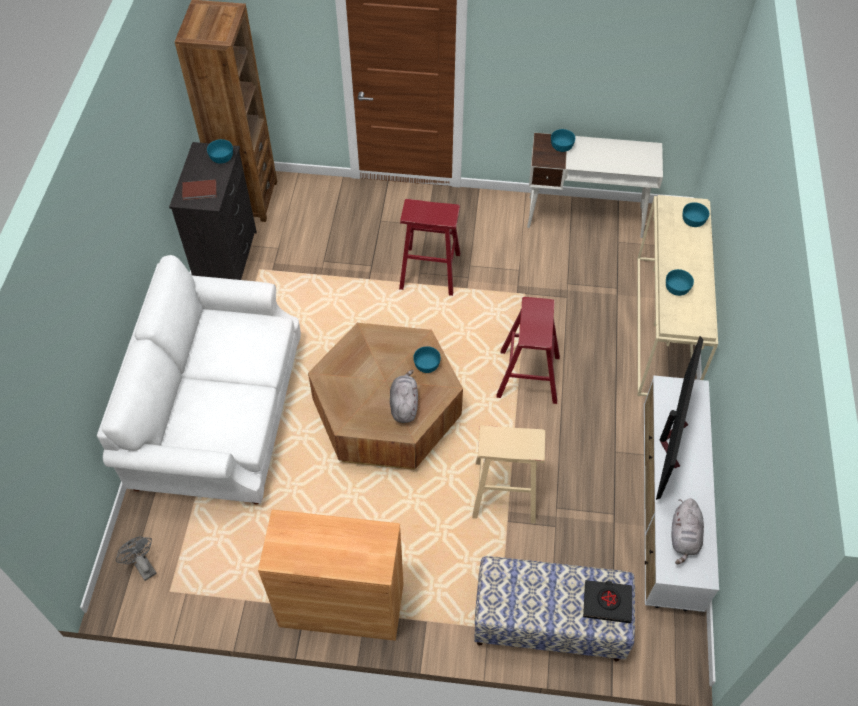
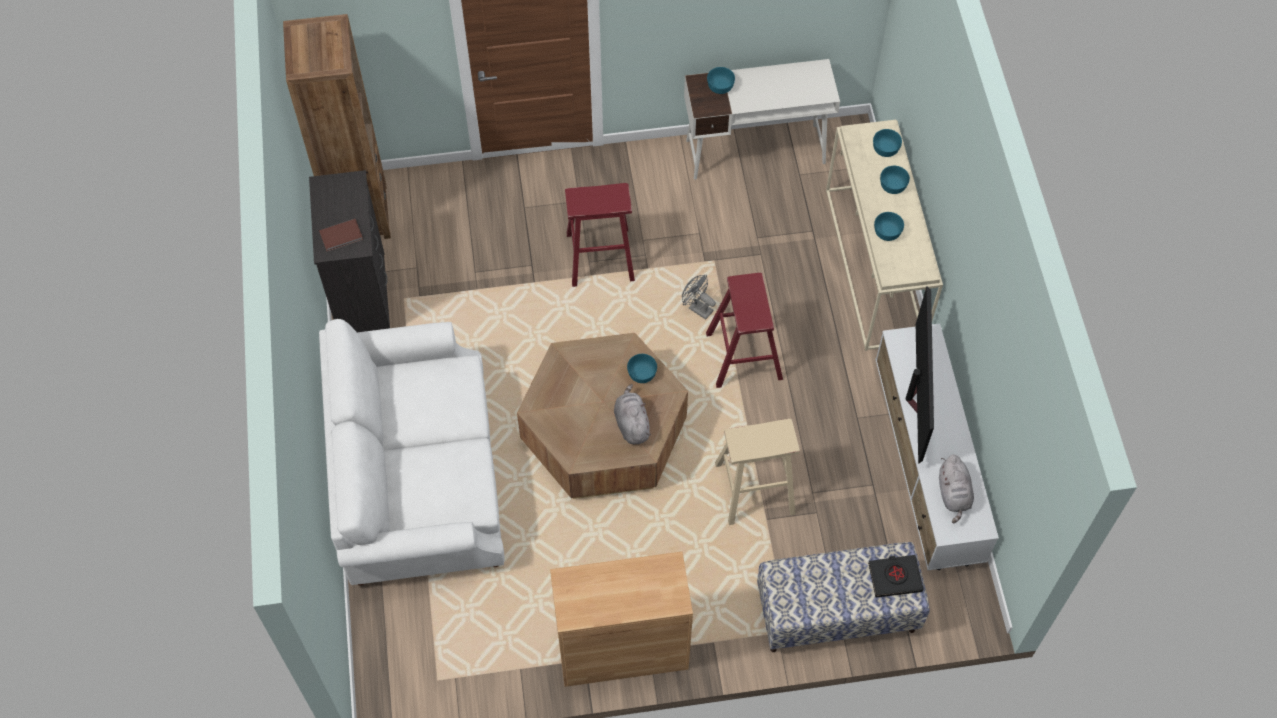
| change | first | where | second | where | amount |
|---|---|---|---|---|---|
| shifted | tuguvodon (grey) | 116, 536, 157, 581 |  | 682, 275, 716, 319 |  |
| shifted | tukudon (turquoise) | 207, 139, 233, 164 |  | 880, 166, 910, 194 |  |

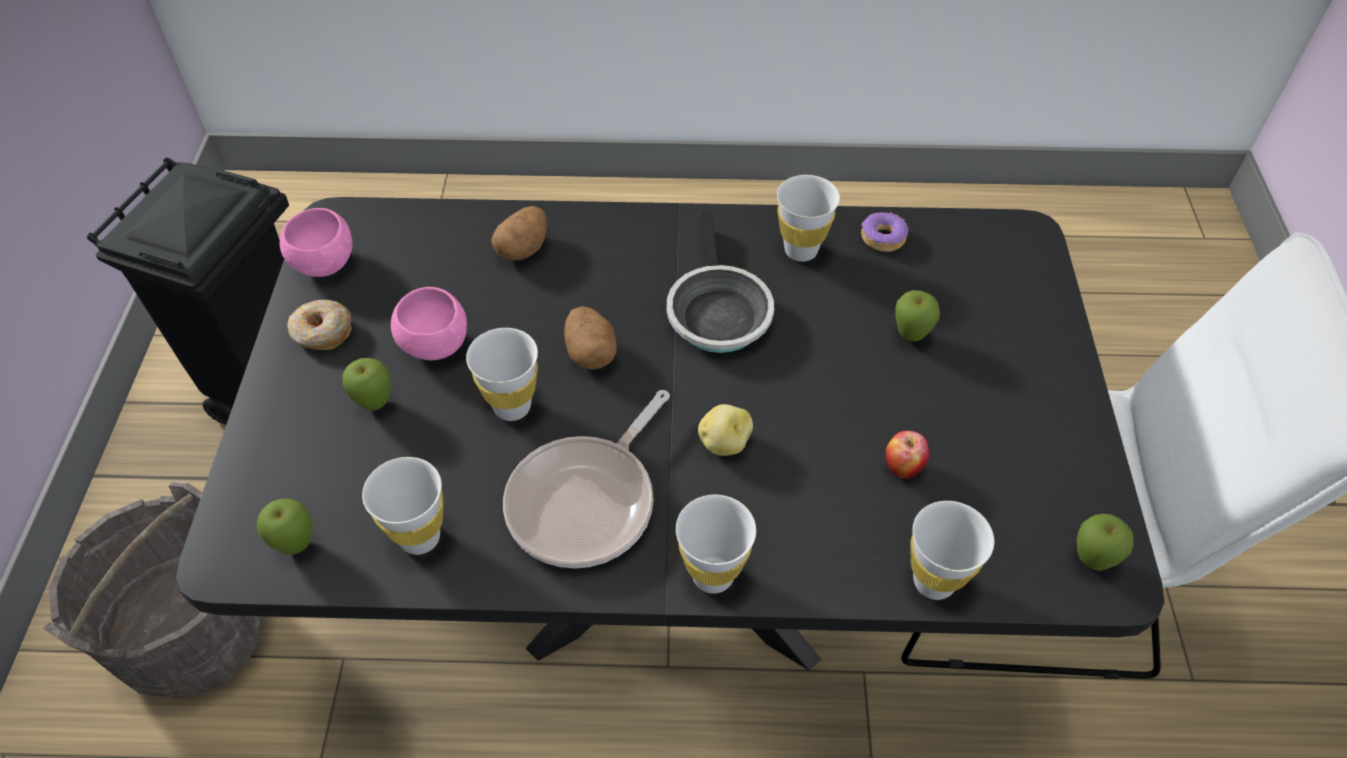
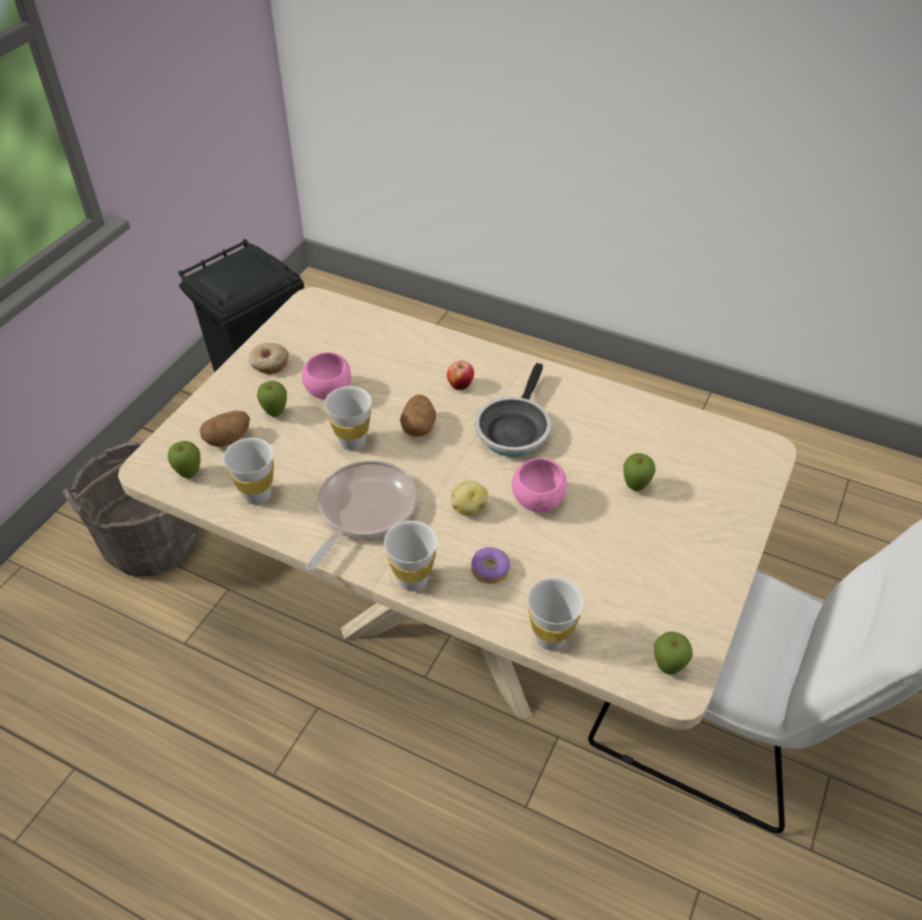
| change | first | where | second | where | amount |
|---|---|---|---|---|---|
| repainted | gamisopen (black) | 176, 197, 1164, 670 | gamisopen (beige) | 118, 287, 797, 730 |  |
| shifted | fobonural | 491, 206, 547, 260 |  | 200, 411, 250, 447 |  |
| rotated | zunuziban | 503, 390, 670, 568 |  | 305, 460, 418, 571 | 150 degrees clockwise |
| shifted | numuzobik | 885, 431, 929, 479 |  | 447, 361, 474, 390 |  |
| shifted | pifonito | 861, 212, 908, 252 |  | 471, 547, 510, 584 |  |
| shifted | tukudon (pink) | 280, 208, 352, 277 |  | 512, 458, 567, 512 |  |
| gone | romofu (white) | 777, 175, 840, 262 |  |  |  |

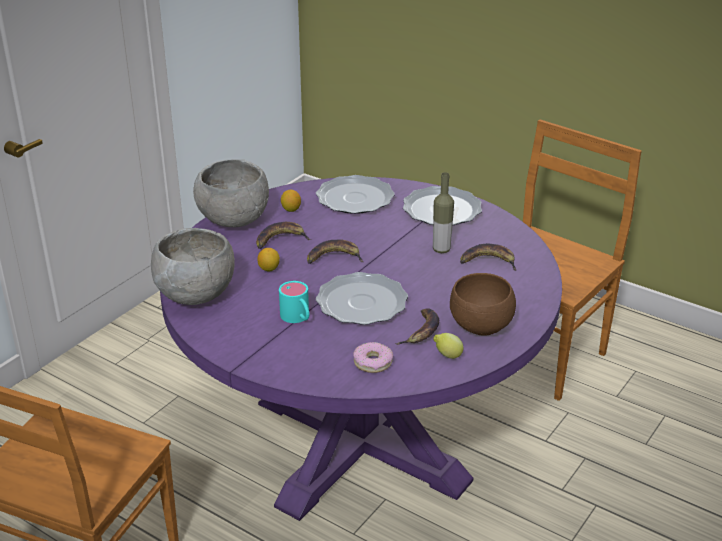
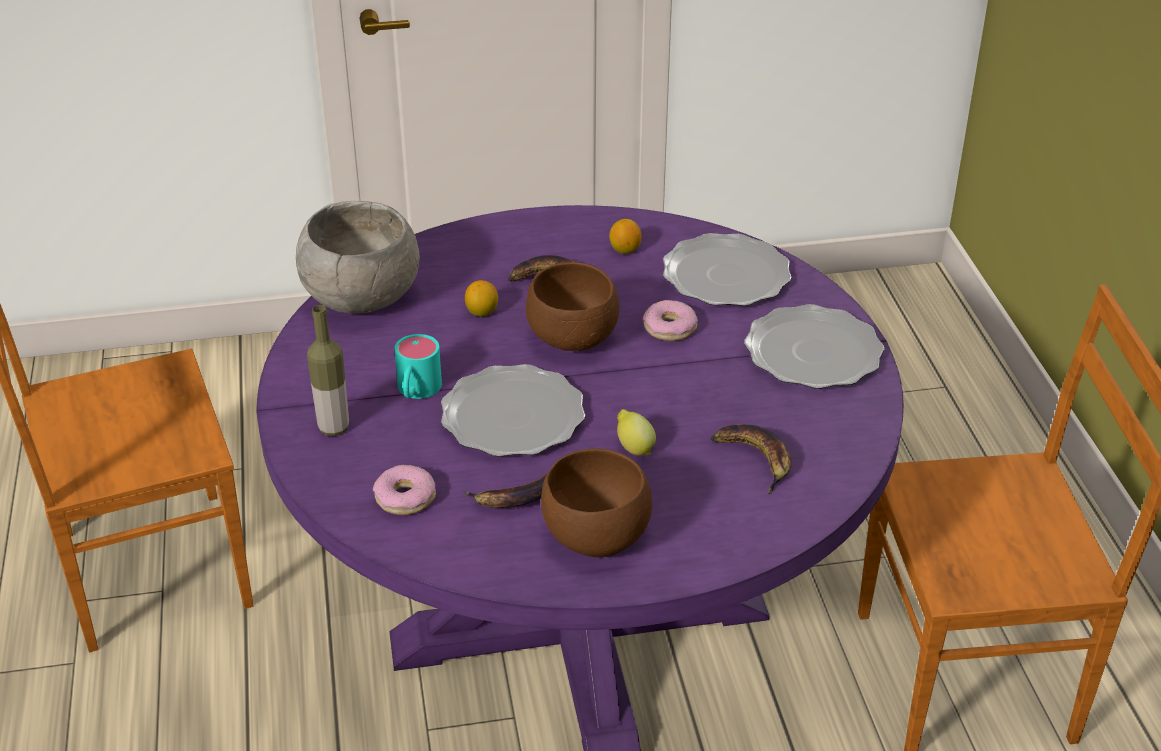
| change | first | where | second | where | amount |
|---|---|---|---|---|---|
| shifted | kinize | 433, 172, 454, 253 |  | 307, 305, 349, 436 |  |
| swapped | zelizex | 307, 240, 363, 264 | tukudon (brown) | 526, 262, 619, 351 |  |
| shifted | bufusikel | 433, 333, 463, 359 |  | 617, 409, 656, 456 |  |
| new |  |  | pifonito | 643, 300, 698, 341 |  |
| gone | tukudon (grey) | 193, 159, 269, 227 |  |  |  |

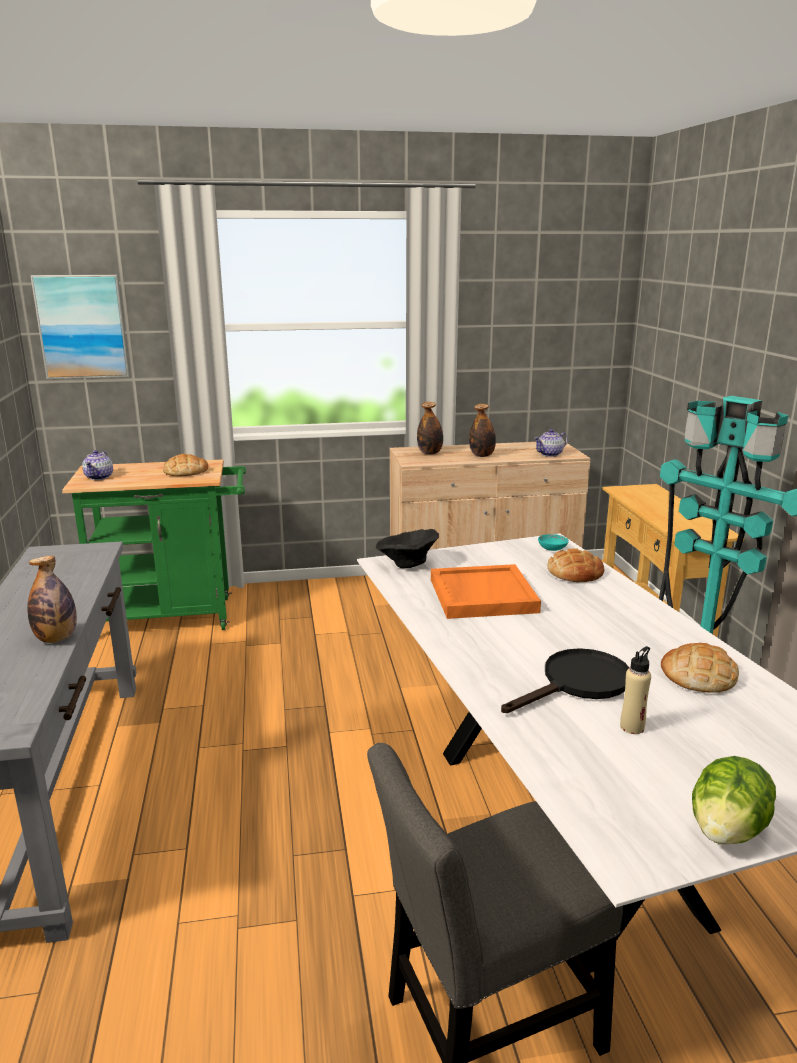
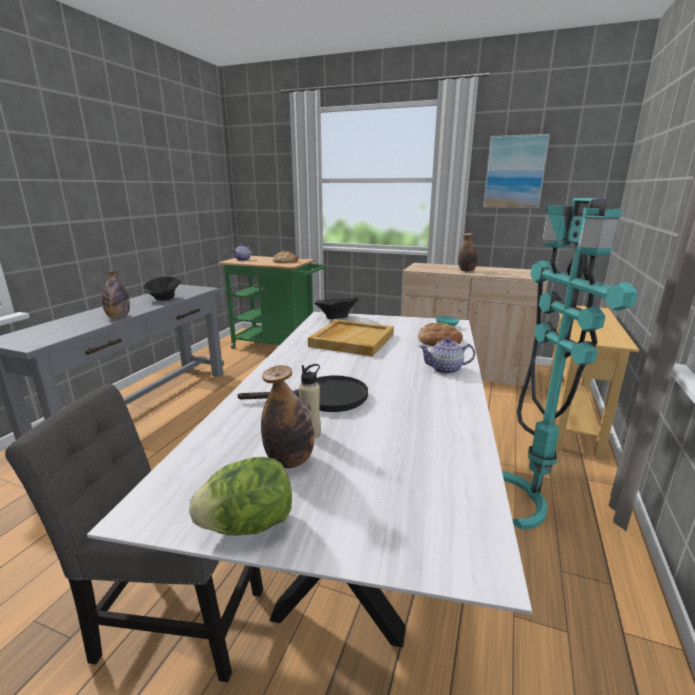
| change | first | where | second | where | amount |
|---|---|---|---|---|---|
| new |  |  | tukudon (black) | 143, 276, 181, 301 |  |
| shifted | kinize | 417, 402, 443, 455 |  | 261, 365, 314, 468 |  |
| repainted | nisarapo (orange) | 431, 564, 541, 619 | nisarapo (beige) | 308, 320, 394, 357 |  |
| shifted | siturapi | 534, 429, 568, 457 |  | 419, 338, 475, 374 |  |
| shifted | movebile | 30, 275, 130, 379 |  | 483, 134, 550, 208 |  |
| gone | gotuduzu | 661, 643, 739, 693 |  |  |  |

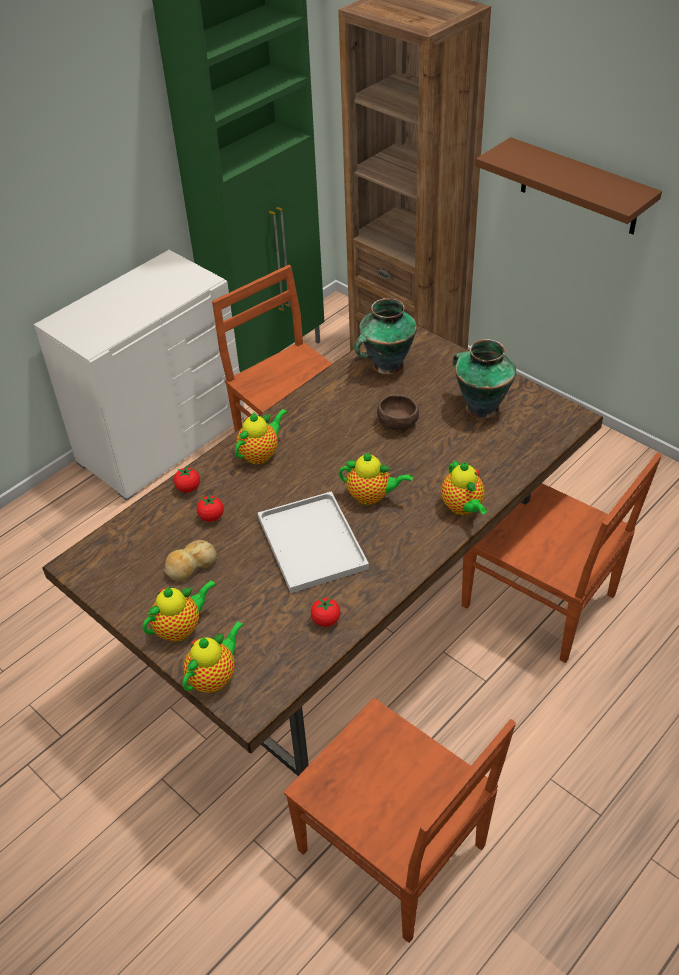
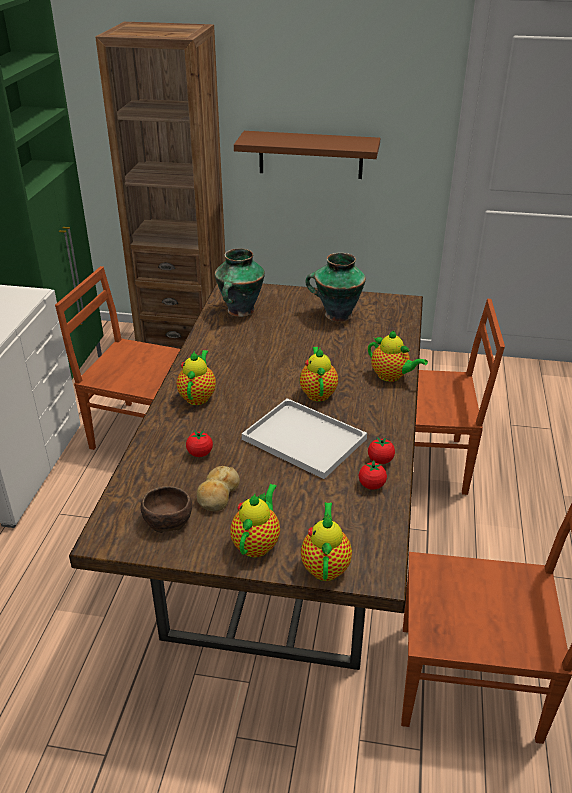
| change | first | where | second | where | amount |
|---|---|---|---|---|---|
| shifted | tukudon (brown) | 377, 394, 419, 433 |  | 141, 486, 192, 533 |  |
| rotated | siturapi | 338, 452, 413, 505 |  | 300, 347, 338, 402 | 75 degrees counterclockwise |
| shifted | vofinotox | 174, 466, 200, 493 |  | 368, 437, 395, 464 |  |

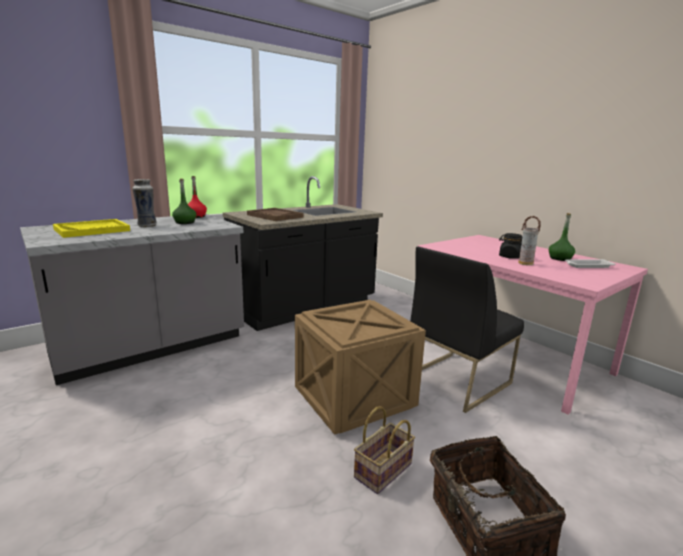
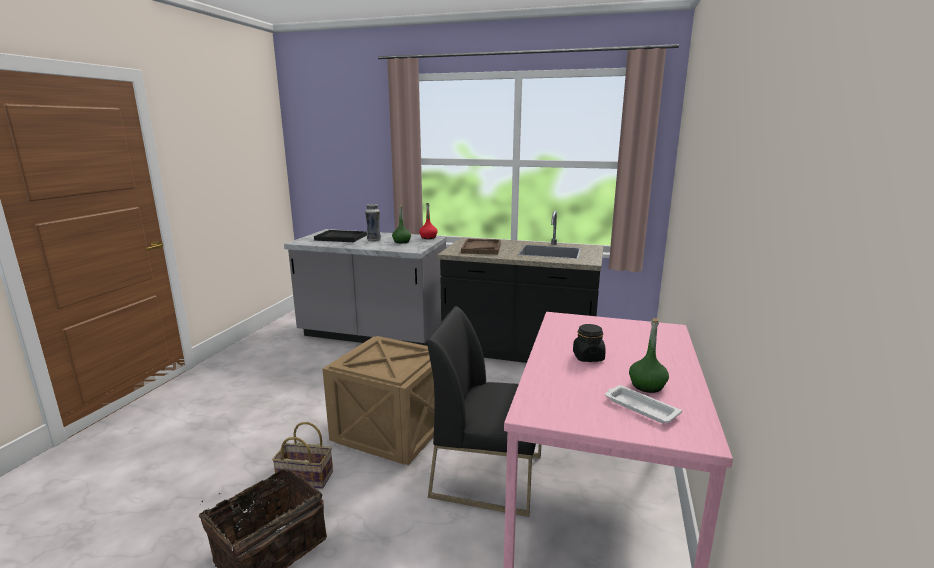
| change | first | where | second | where | amount |
|---|---|---|---|---|---|
| repainted | nisarapo (yellow) | 53, 219, 130, 238 | nisarapo (black) | 314, 230, 367, 242 |  |
| gone | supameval | 518, 216, 541, 265 |  |  |  |

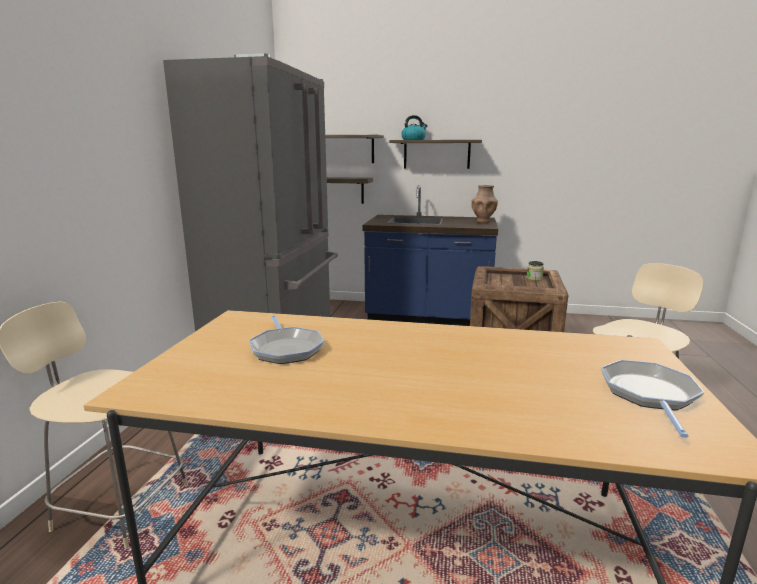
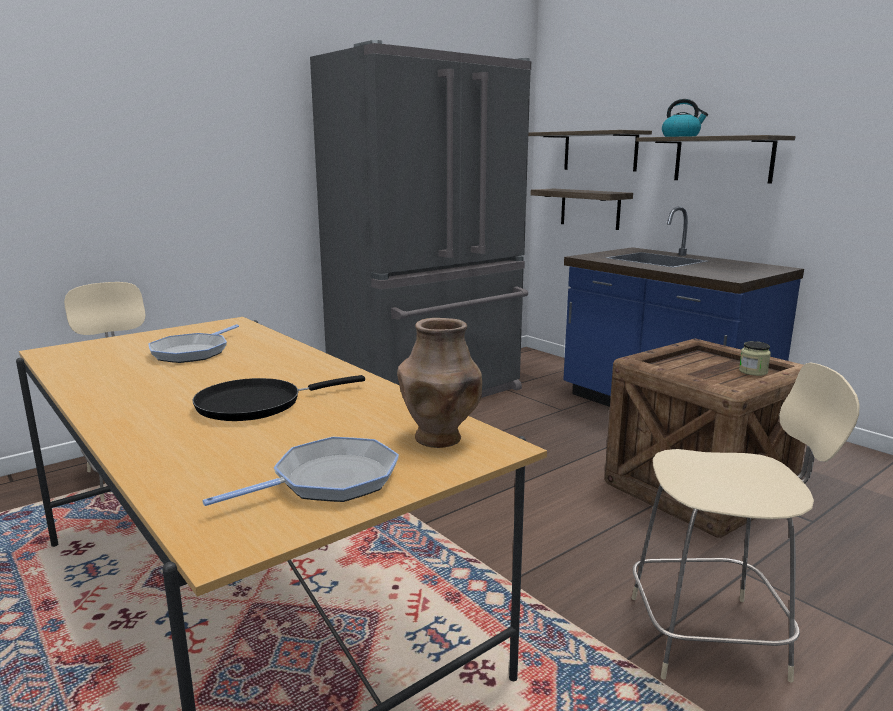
| change | first | where | second | where | amount |
|---|---|---|---|---|---|
| new |  |  | zunuziban (black) | 192, 375, 365, 421 |  |
| shifted | supameval (brown) | 471, 185, 498, 223 |  | 397, 318, 482, 448 |  |

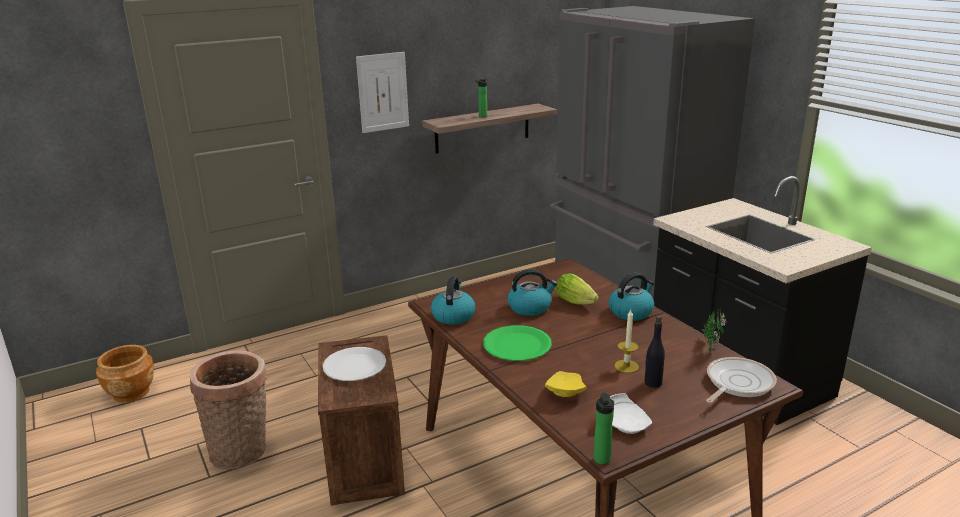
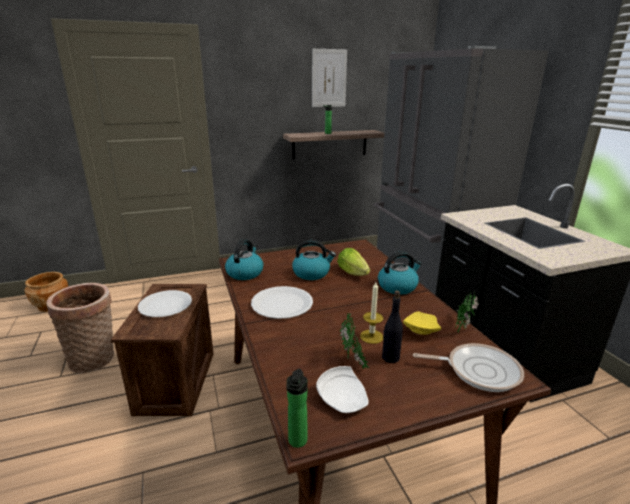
| change | first | where | second | where | amount |
|---|---|---|---|---|---|
| repainted | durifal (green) | 483, 325, 552, 361 | durifal (white) | 251, 286, 313, 319 |  |
| shifted | movebile | 356, 52, 409, 133 |  | 312, 49, 347, 107 |  |
| new |  |  | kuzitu | 340, 313, 370, 369 |  |
| shifted | durifal (yellow) | 545, 371, 587, 397 |  | 403, 311, 441, 335 |  |
| rotated | zunuziban | 706, 357, 777, 403 |  | 413, 343, 524, 392 | 45 degrees clockwise |

